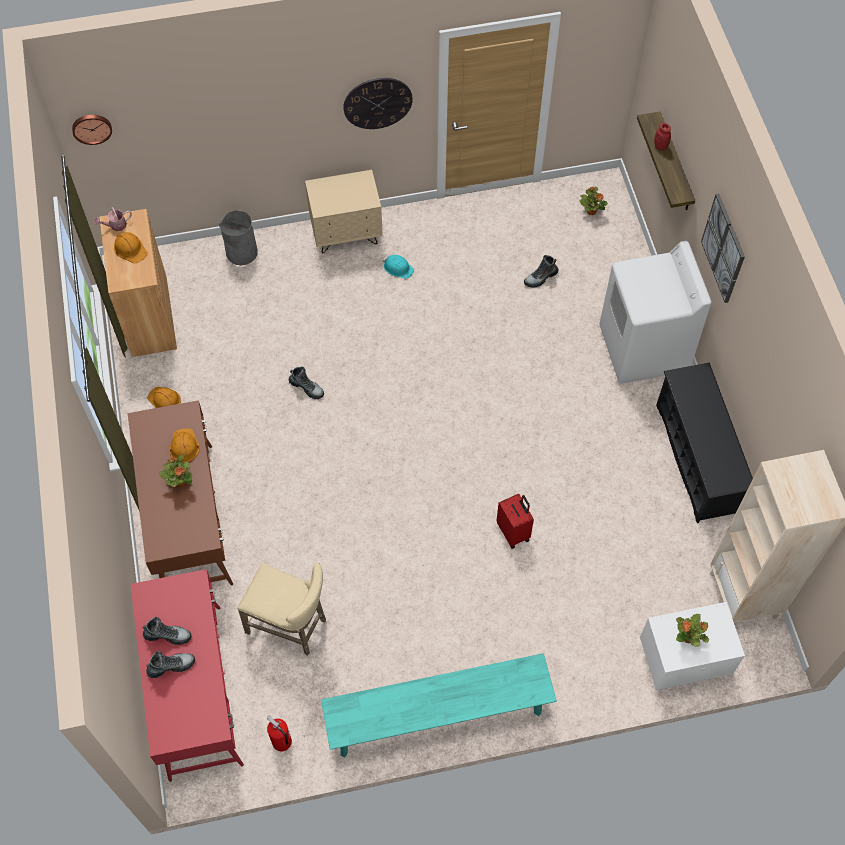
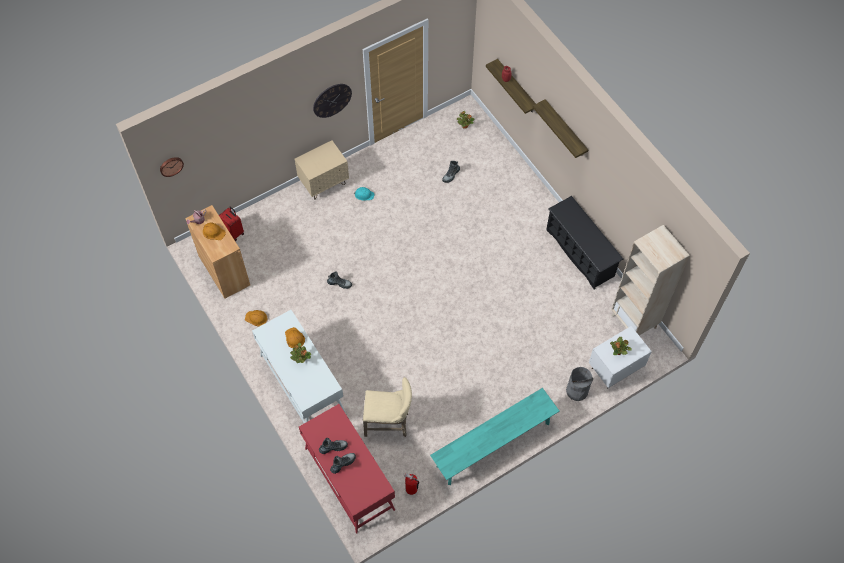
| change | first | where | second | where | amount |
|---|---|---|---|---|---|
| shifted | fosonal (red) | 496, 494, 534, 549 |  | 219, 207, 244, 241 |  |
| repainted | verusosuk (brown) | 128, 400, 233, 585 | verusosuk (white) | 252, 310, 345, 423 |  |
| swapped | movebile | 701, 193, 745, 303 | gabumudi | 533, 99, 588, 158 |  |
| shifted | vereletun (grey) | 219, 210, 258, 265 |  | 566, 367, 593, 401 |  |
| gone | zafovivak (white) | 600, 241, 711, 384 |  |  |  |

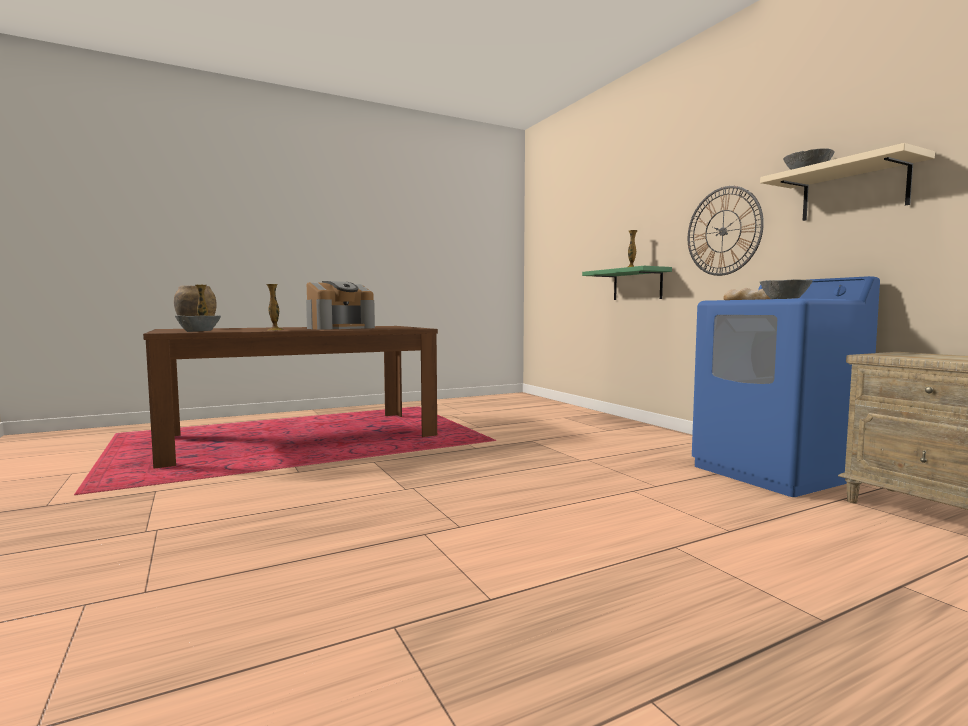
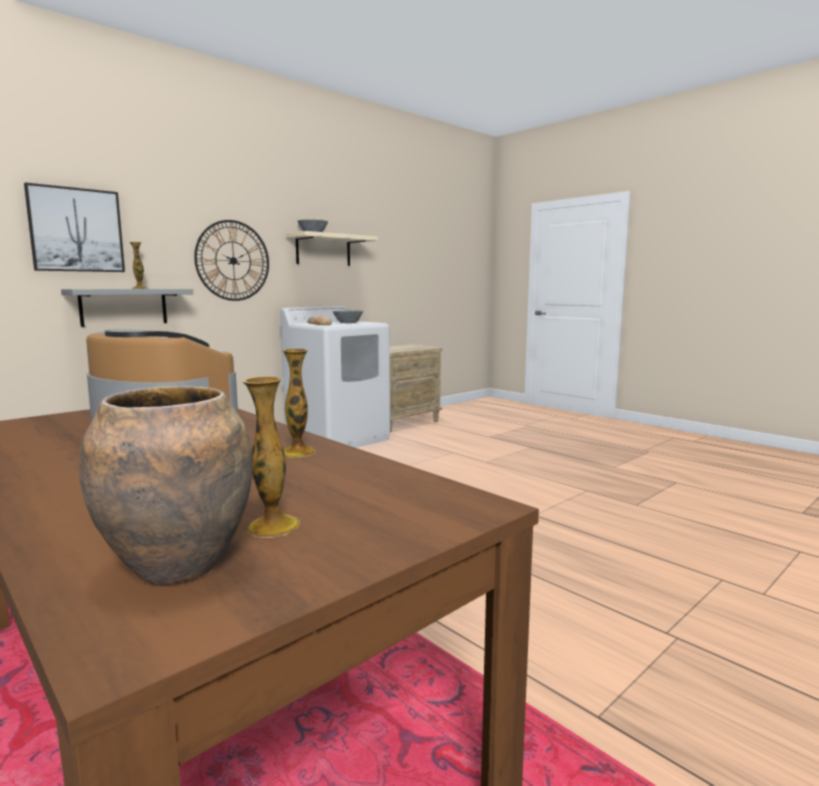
| change | first | where | second | where | amount |
|---|---|---|---|---|---|
| new |  |  | movebile | 24, 183, 125, 272 |  |
| repainted | gabumudi (green) | 582, 266, 672, 300 | gabumudi (grey) | 61, 289, 193, 327 |  |
| repainted | zafovivak (blue) | 692, 276, 880, 497 | zafovivak (white) | 280, 306, 390, 448 |  |
| gone | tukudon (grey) | 175, 316, 221, 332 |  |  |  |

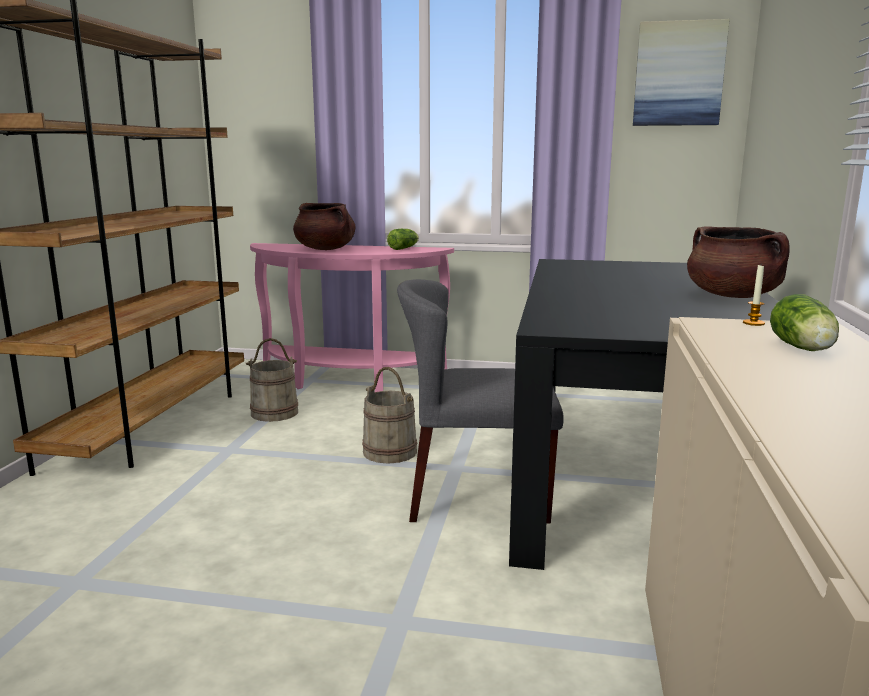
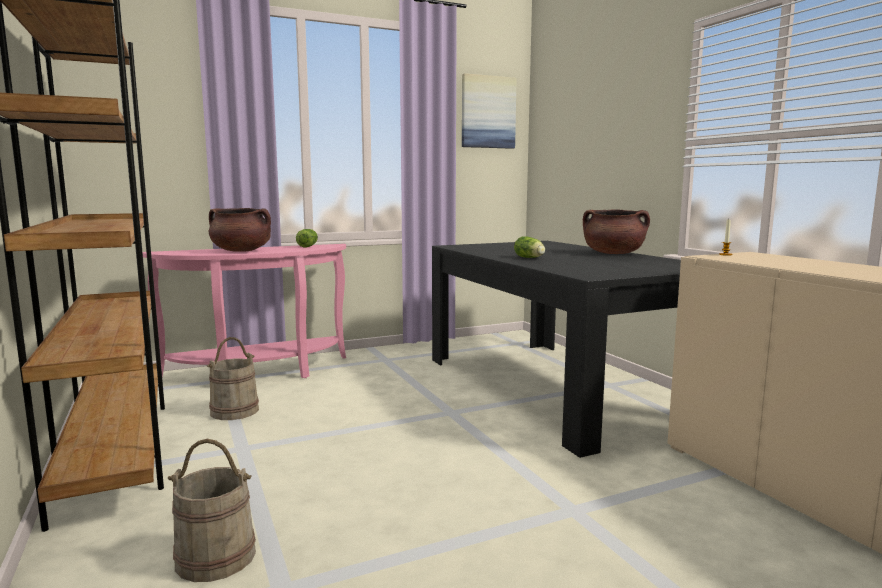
| change | first | where | second | where | amount |
|---|---|---|---|---|---|
| shifted | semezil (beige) | 362, 367, 417, 464 |  | 168, 439, 256, 582 |  |
| shifted | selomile | 770, 294, 839, 351 |  | 514, 236, 545, 258 |  |
| gone | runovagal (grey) | 397, 279, 564, 524 |  |  |  |

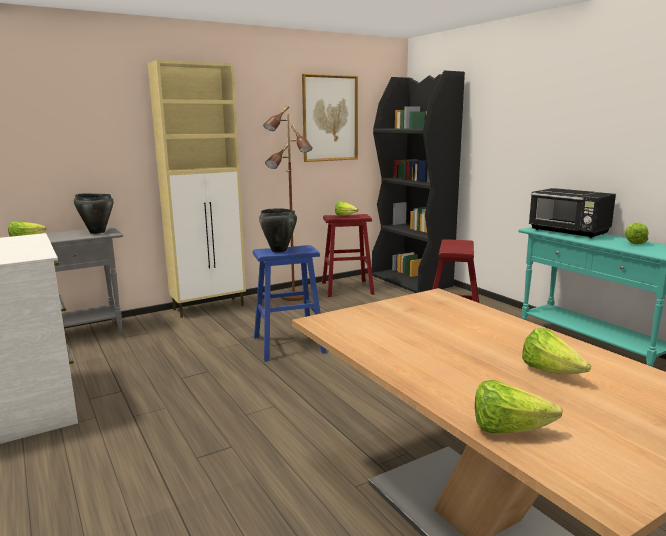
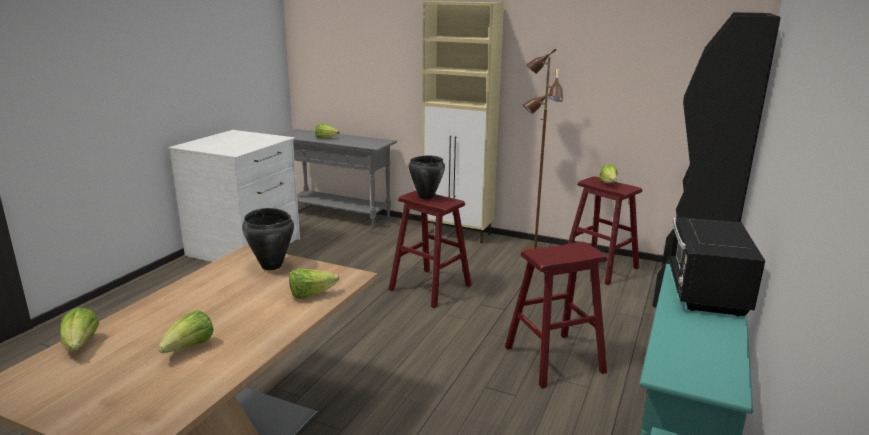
| change | first | where | second | where | amount |
|---|---|---|---|---|---|
| shifted | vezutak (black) | 74, 194, 114, 234 |  | 242, 208, 294, 270 |  |
| shifted | selomile | 625, 222, 648, 245 |  | 289, 268, 339, 299 |  |
| repainted | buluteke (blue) | 253, 245, 327, 362 | buluteke (red) | 388, 190, 472, 308 |  |
| gone | movebile | 302, 74, 358, 162 |  |  |  |

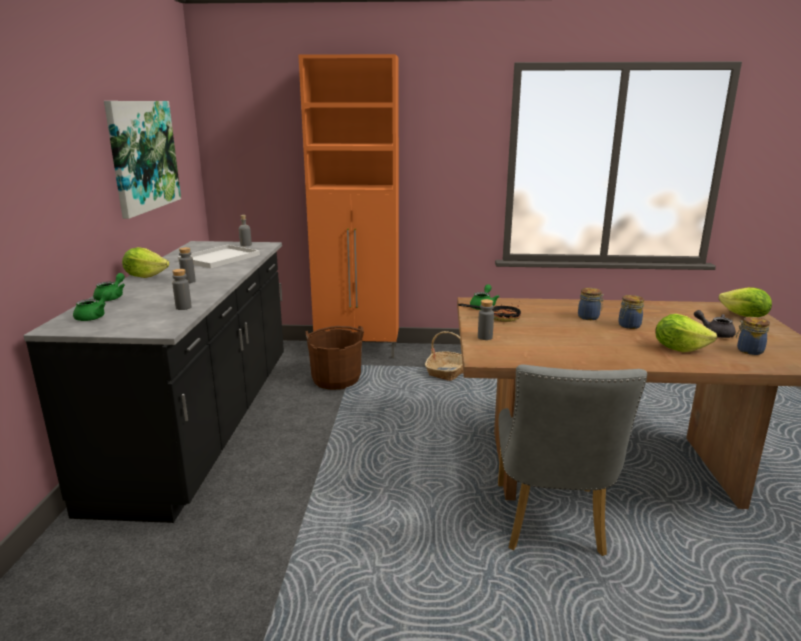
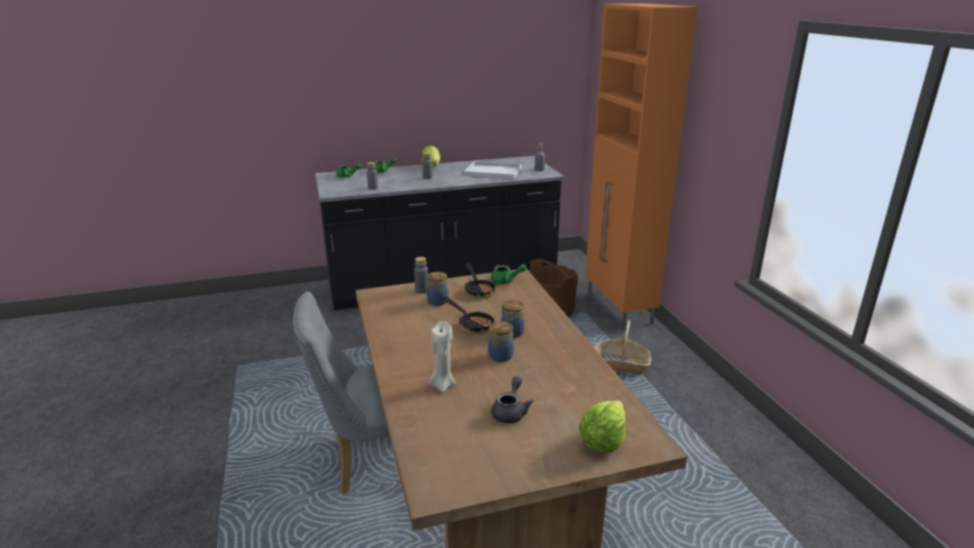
| change | first | where | second | where | amount |
|---|---|---|---|---|---|
| shifted | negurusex | 736, 317, 770, 355 |  | 427, 272, 449, 306 |  |
| swapped | selomile | 655, 314, 717, 352 | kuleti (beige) | 429, 321, 456, 392 |  |
| new |  |  | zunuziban | 443, 297, 495, 334 |  |
| gone | movebile | 104, 101, 181, 219 |  |  |  |

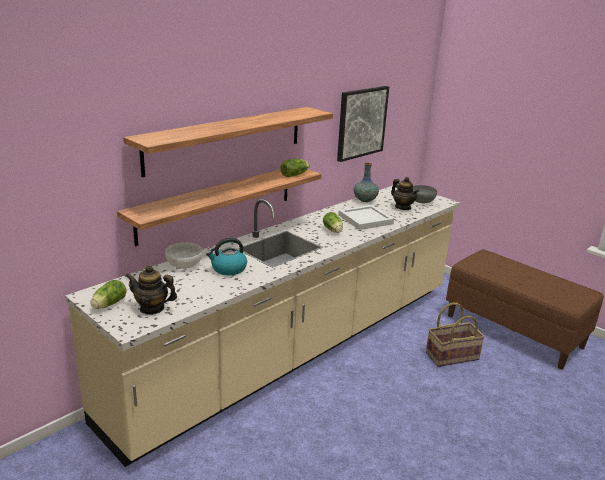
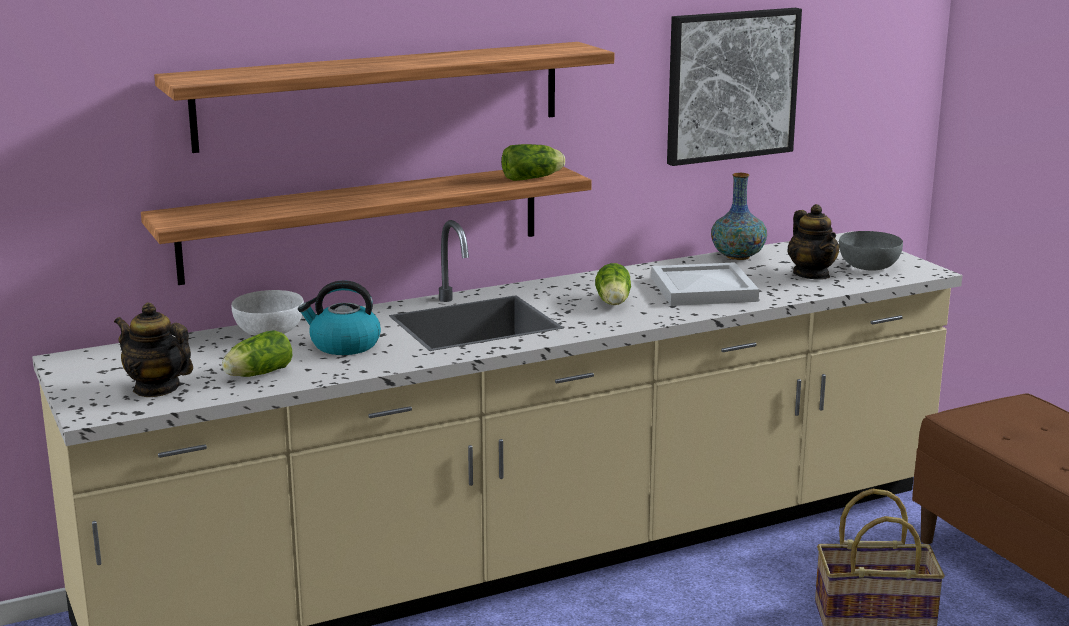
| change | first | where | second | where | amount |
|---|---|---|---|---|---|
| shifted | selomile | 91, 280, 127, 309 |  | 222, 330, 292, 377 |  |

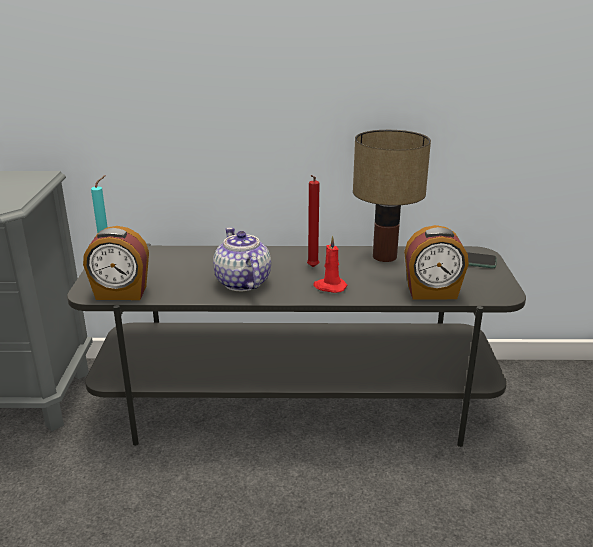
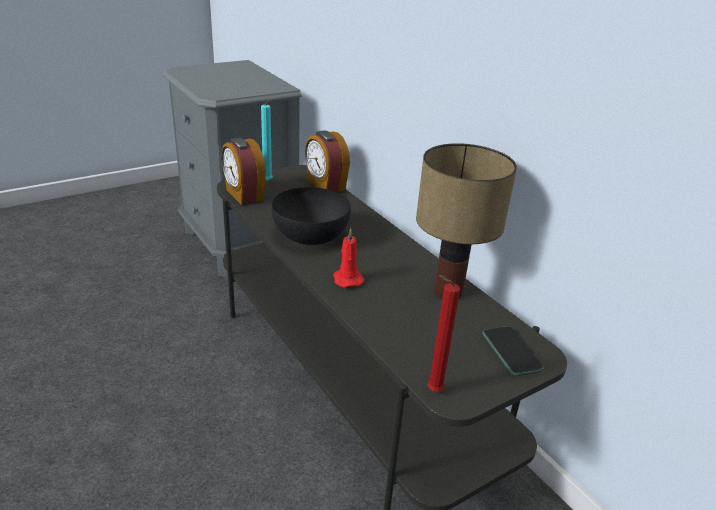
| change | first | where | second | where | amount |
|---|---|---|---|---|---|
| swapped | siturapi | 213, 227, 271, 291 | tukudon (black) | 272, 187, 351, 245 |  |
| shifted | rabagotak | 404, 225, 469, 300 |  | 305, 131, 350, 192 |  |
| shifted | kuleti (red) | 307, 175, 320, 267 |  | 427, 275, 460, 392 |  |

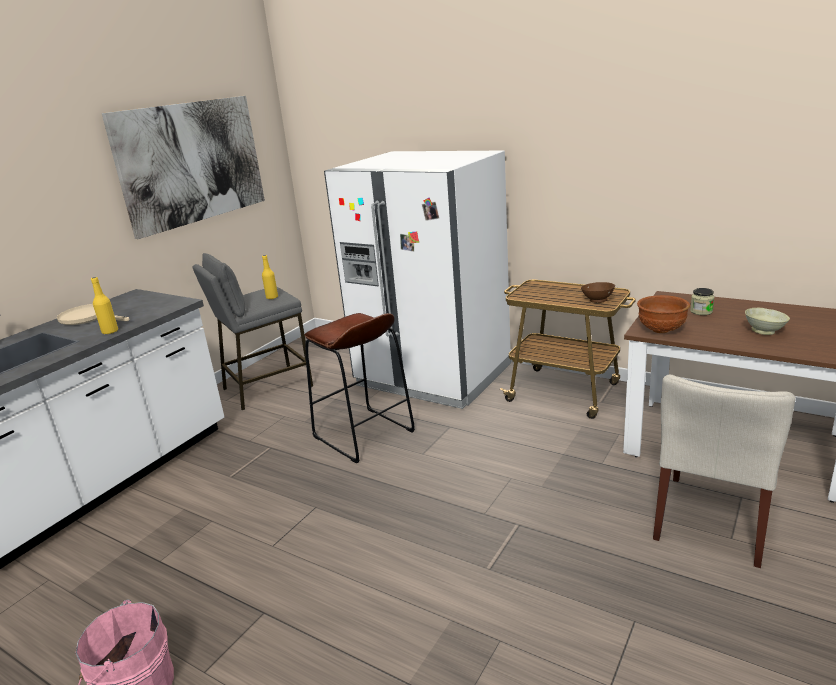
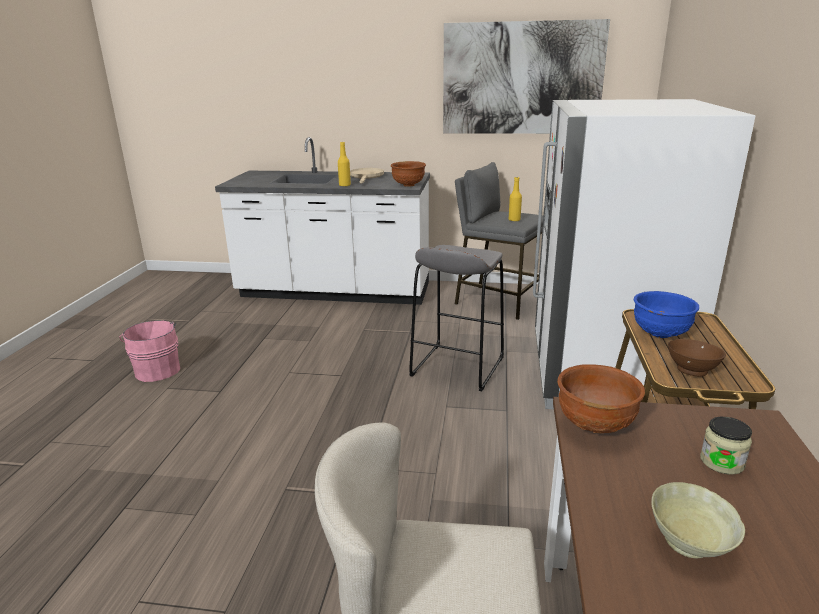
| change | first | where | second | where | amount |
|---|---|---|---|---|---|
| new |  |  | tukudon (brown) | 391, 161, 426, 187 |  |
| repainted | buluteke (brown) | 305, 313, 415, 464 | buluteke (grey) | 409, 245, 504, 391 |  |
| new |  |  | tukudon (blue) | 634, 291, 699, 338 |  |

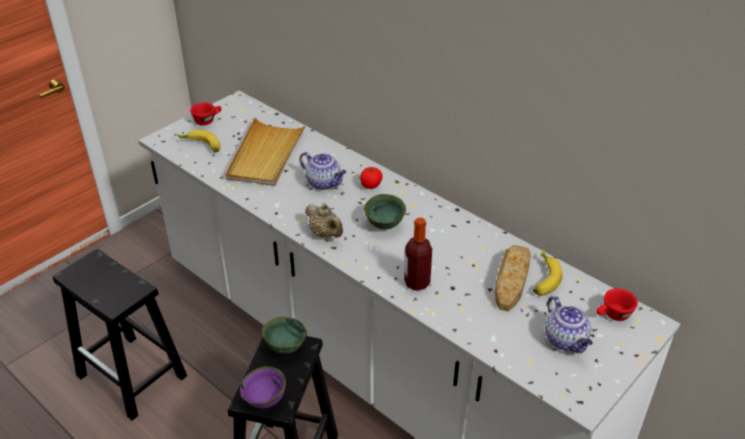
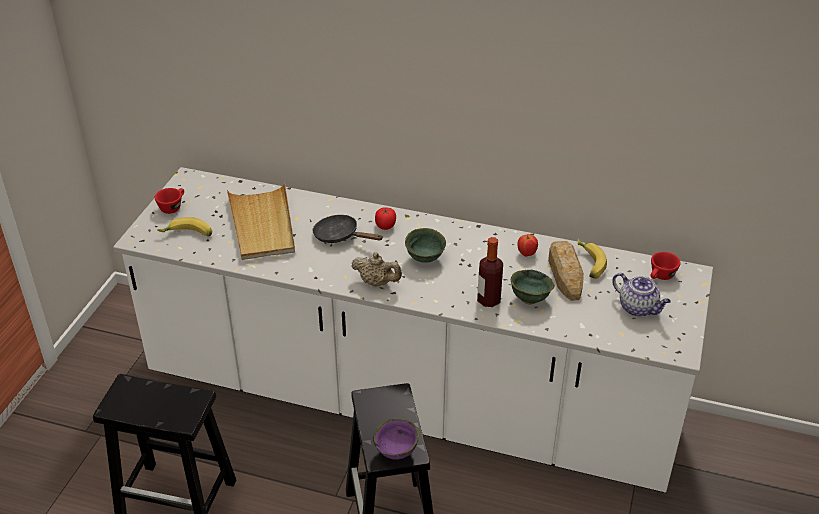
| change | first | where | second | where | amount |
|---|---|---|---|---|---|
| swapped | siturapi | 299, 152, 346, 190 | zunuziban (black) | 312, 215, 383, 243 |  |
| shifted | tukudon (green) | 262, 317, 307, 354 |  | 511, 270, 554, 304 |  |
| new |  |  | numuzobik | 518, 234, 538, 257 |  |

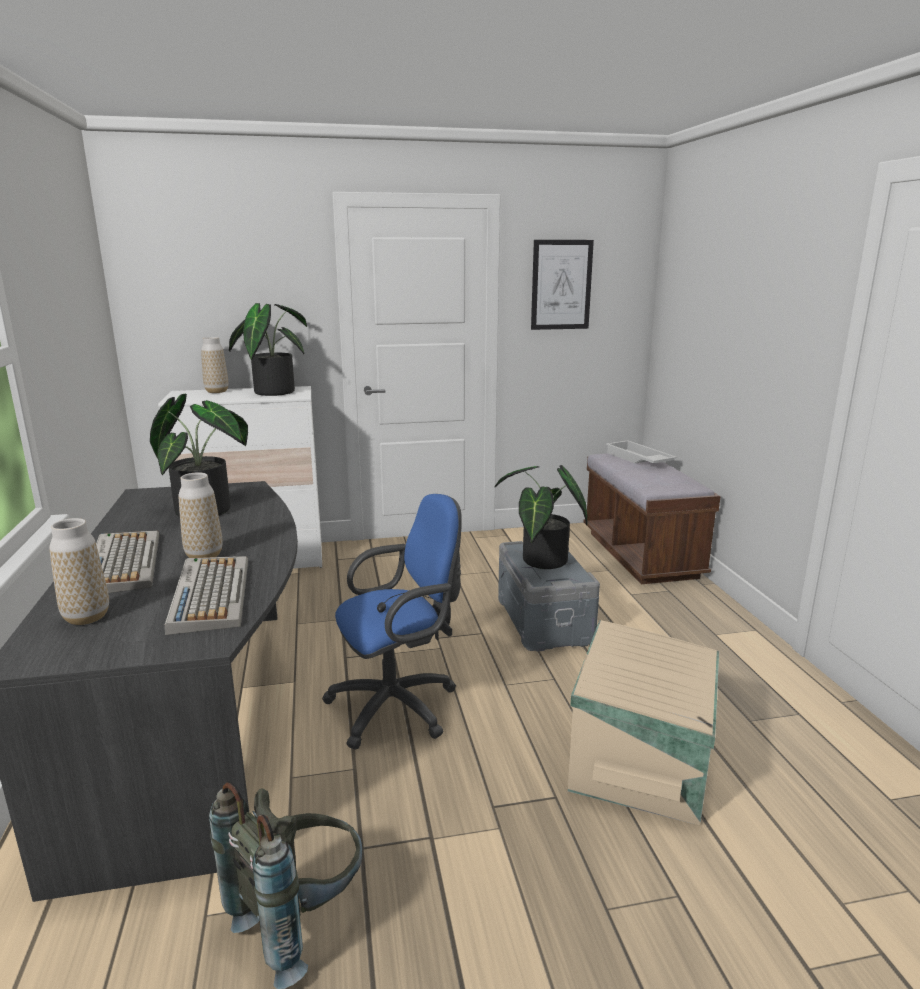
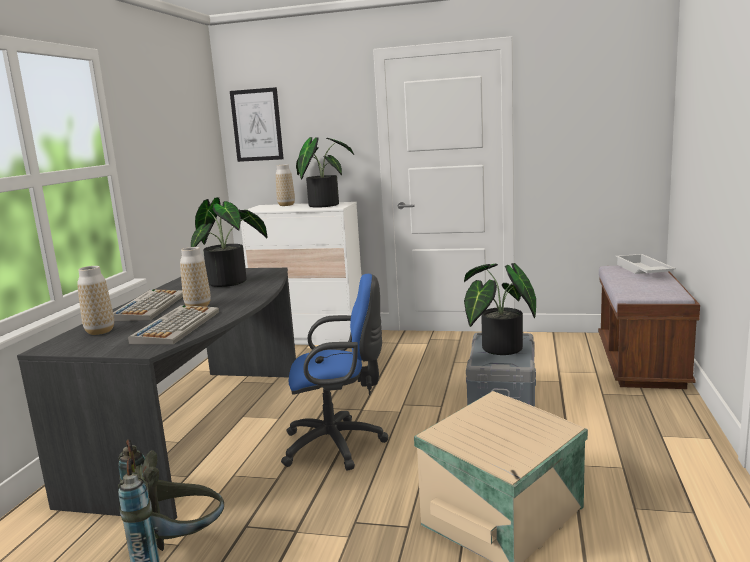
| change | first | where | second | where | amount |
|---|---|---|---|---|---|
| shifted | movebile | 531, 240, 594, 330 |  | 230, 87, 284, 162 |  |

